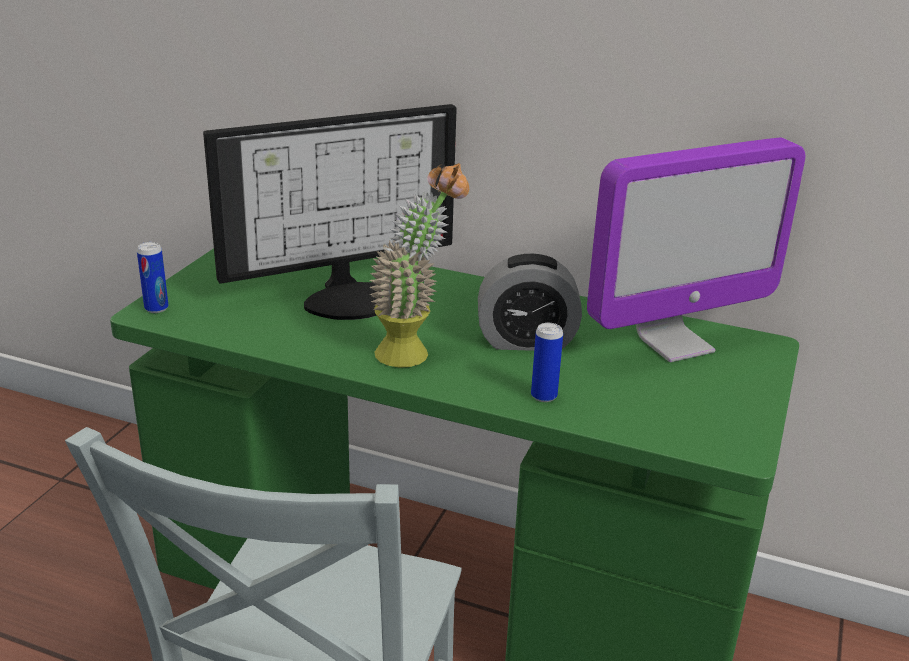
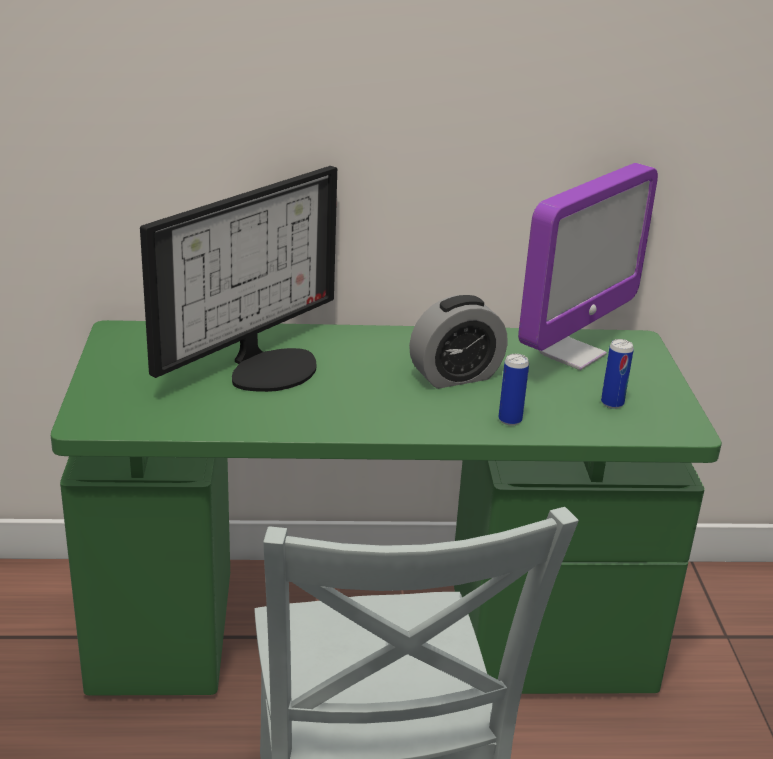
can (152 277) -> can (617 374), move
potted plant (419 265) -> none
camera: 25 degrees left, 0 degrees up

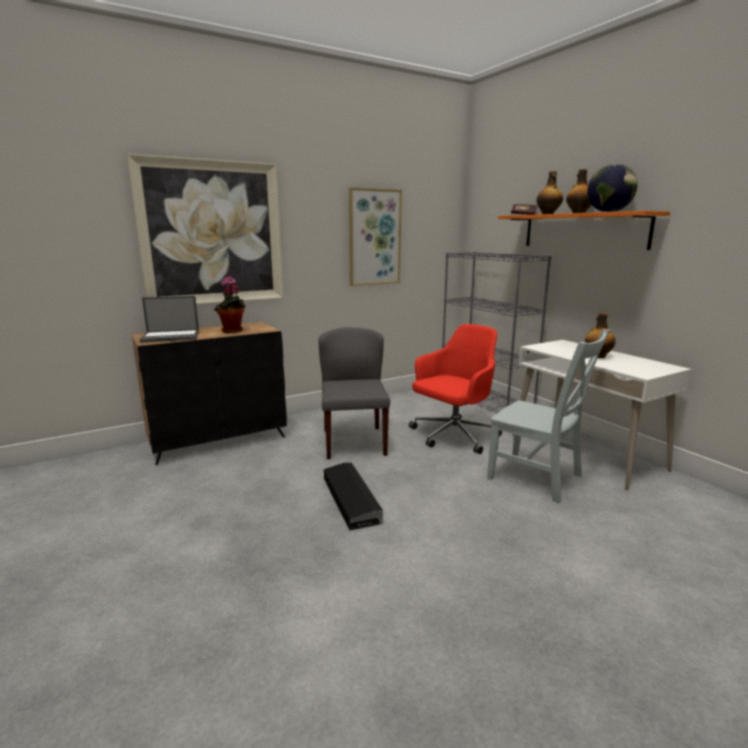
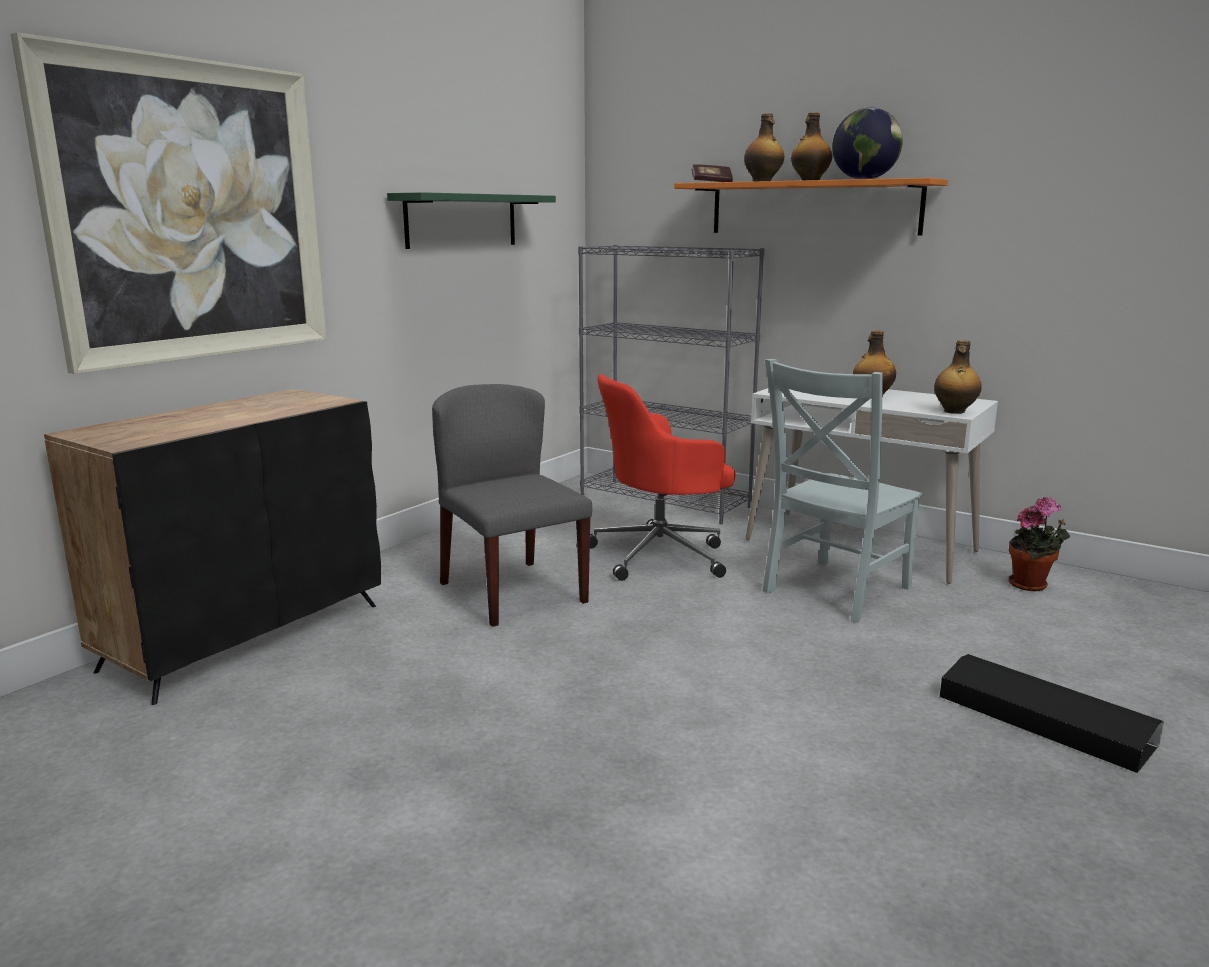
laptop (169 319) -> none
potted plant (230 304) -> potted plant (1039 544), move
black storage box (353 496) -> black storage box (1052 713), move
picture (375 236) -> green shelf (471 220)
red office chair (455 389) -> red office chair (662 477), 135 degrees counterclockwise
grey chair (548 416) -> grey chair (843 491), 120 degrees clockwise
none -> bottle (958 377)
camera: 25 degrees left, 0 degrees up

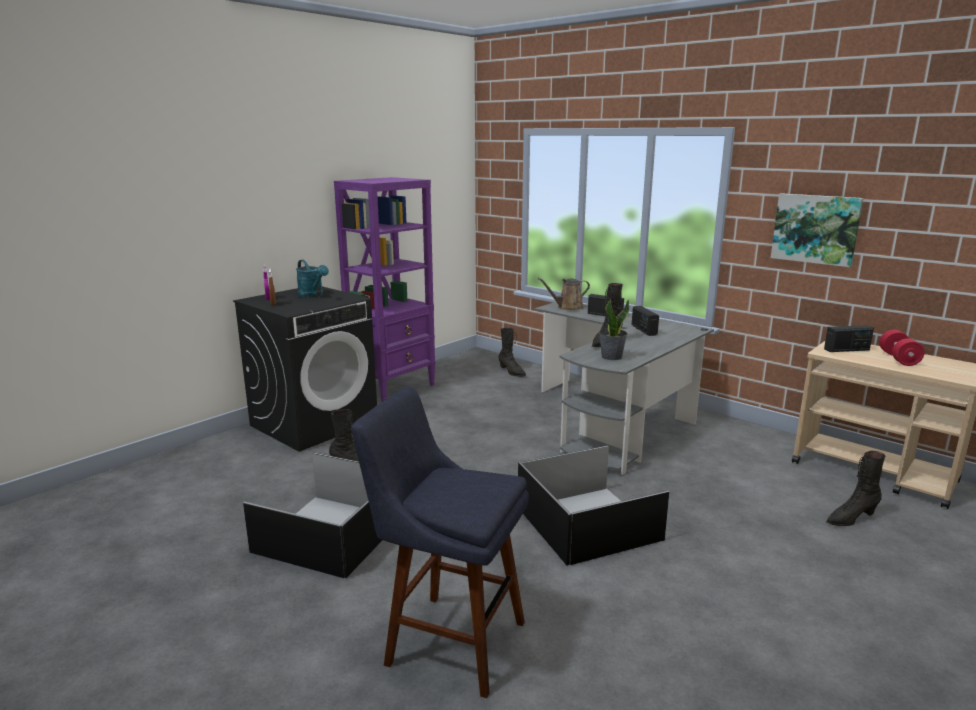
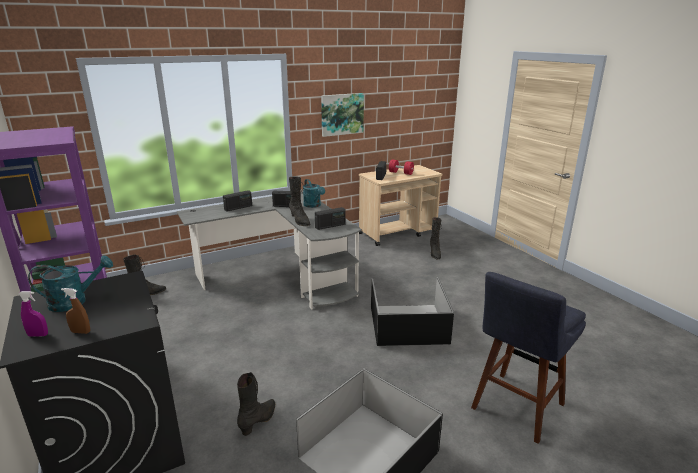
brown watering can (564 294) -> none
potted plant (614 329) -> radio (330 218)
none -> turquoise watering can (314 193)
camera: 70 degrees left, 5 degrees up

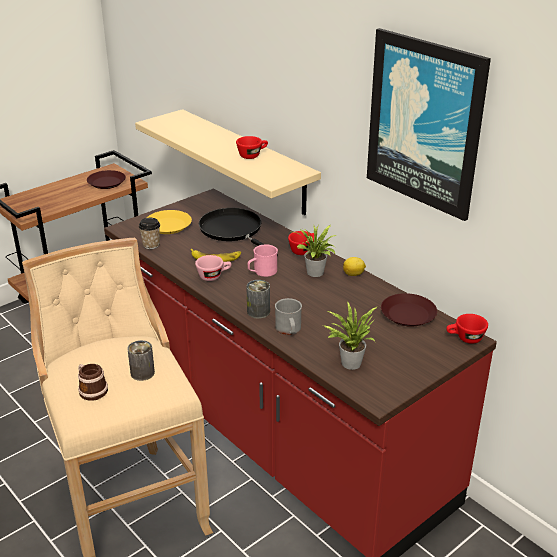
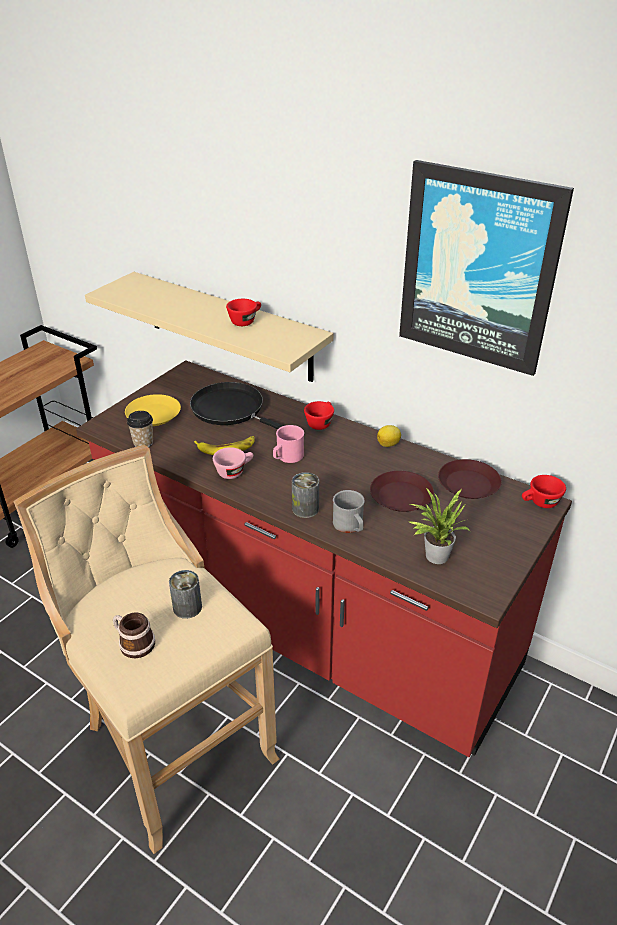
brown plate (106 179) -> brown plate (402 491), move
potted plant (315 251) -> none
camera: 15 degrees left, 5 degrees up

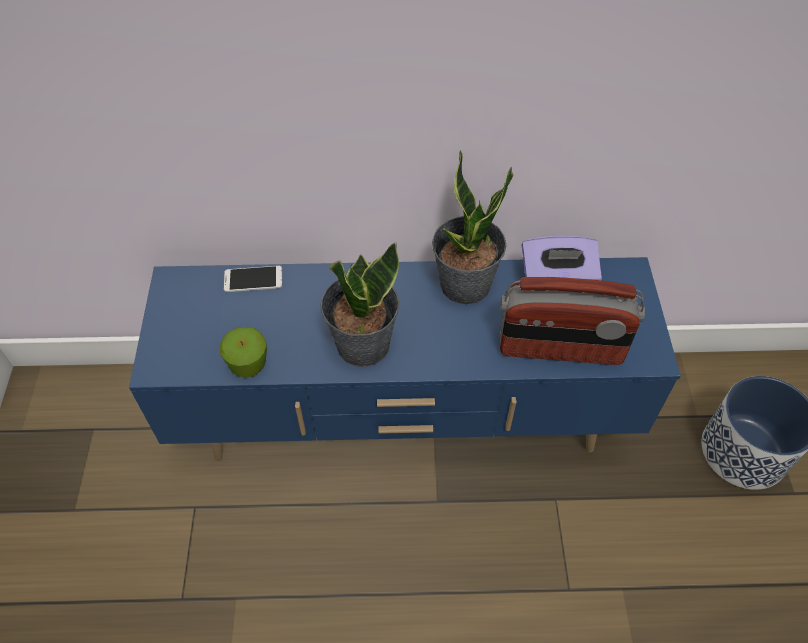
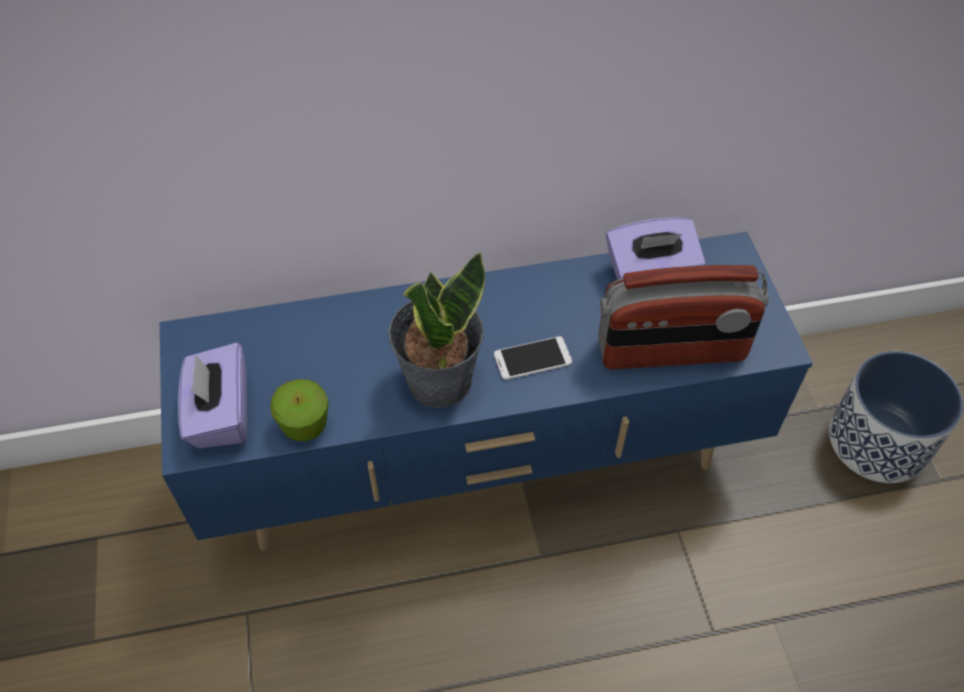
phone (253 279) -> phone (533 358), move
potted plant (473 227) -> none
none -> purple tissue box (212 395)
camera: 10 degrees left, 0 degrees up

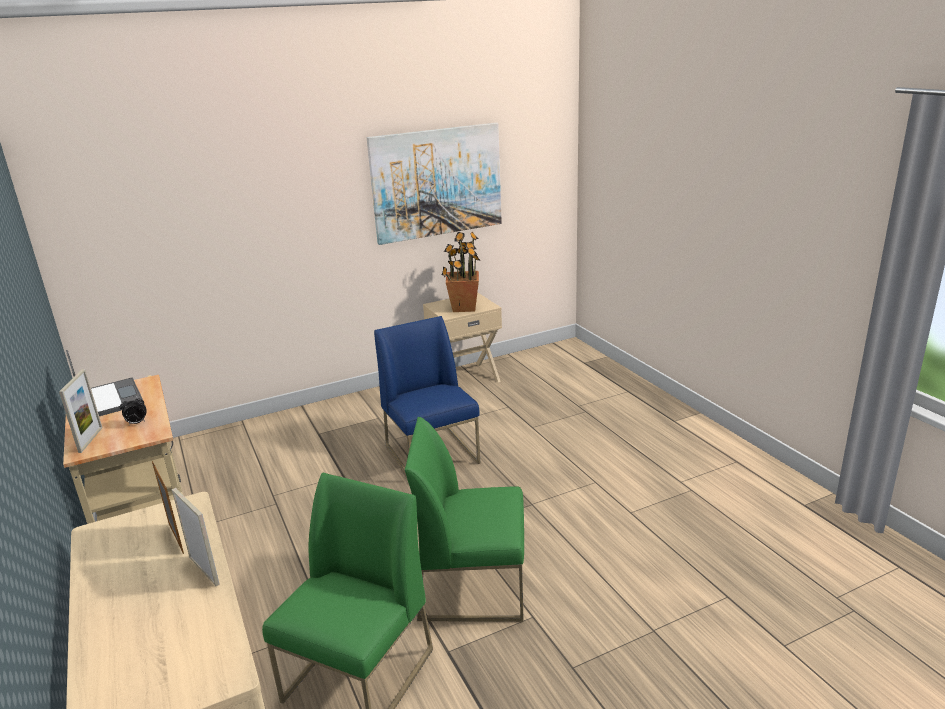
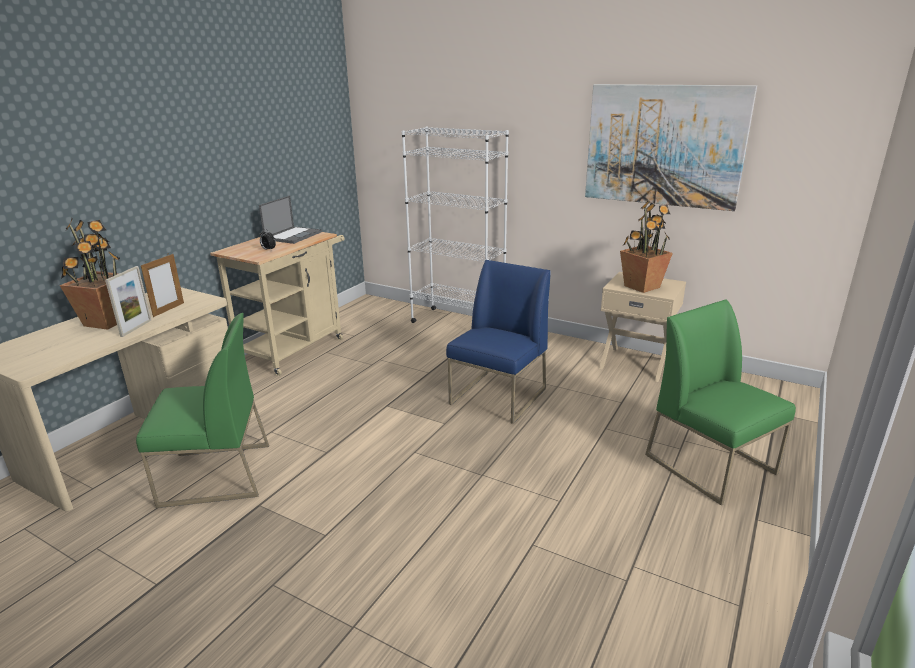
picture frame (81 411) -> none
green chair (464 519) -> green chair (720 402), move
none -> potted plant (90 274)
none -> white bookcase (455 224)
camera: 55 degrees right, 0 degrees up

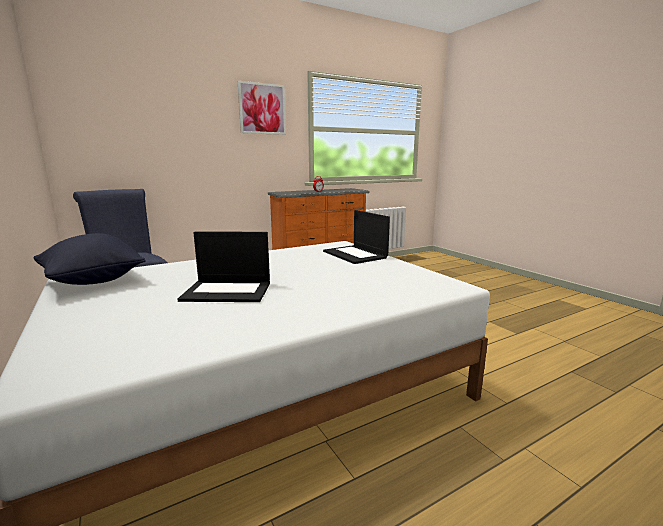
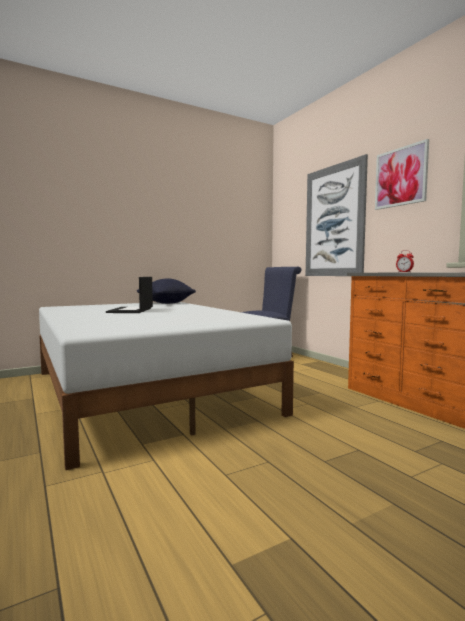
laptop (356 237) -> none
none -> picture (337 215)
camera: 90 degrees right, 10 degrees down

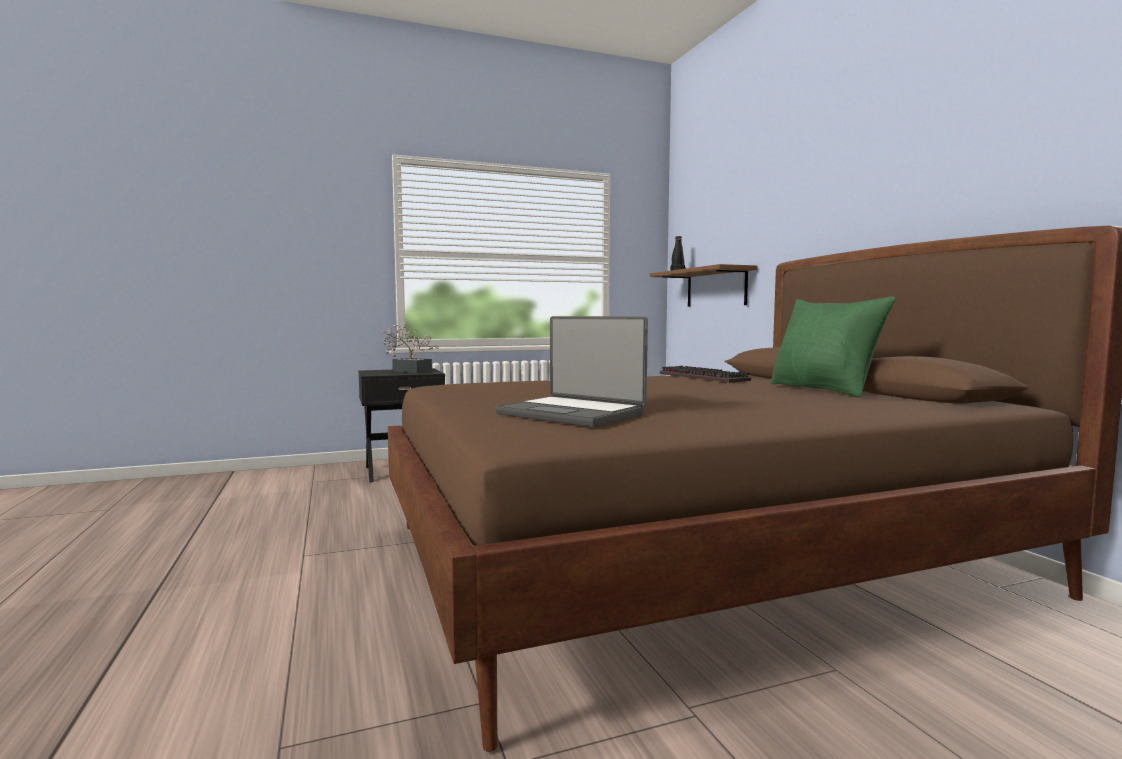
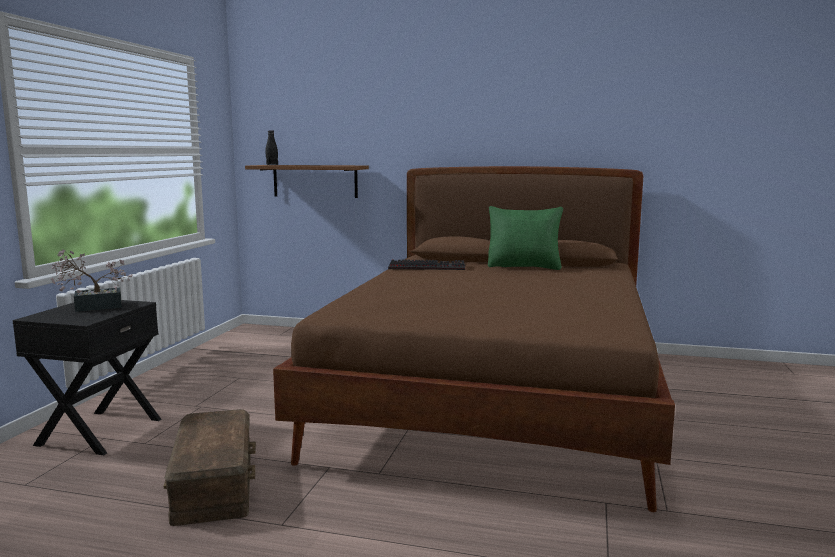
laptop (571 371) -> none
none -> brown storage box (210 467)
camera: 55 degrees left, 5 degrees up

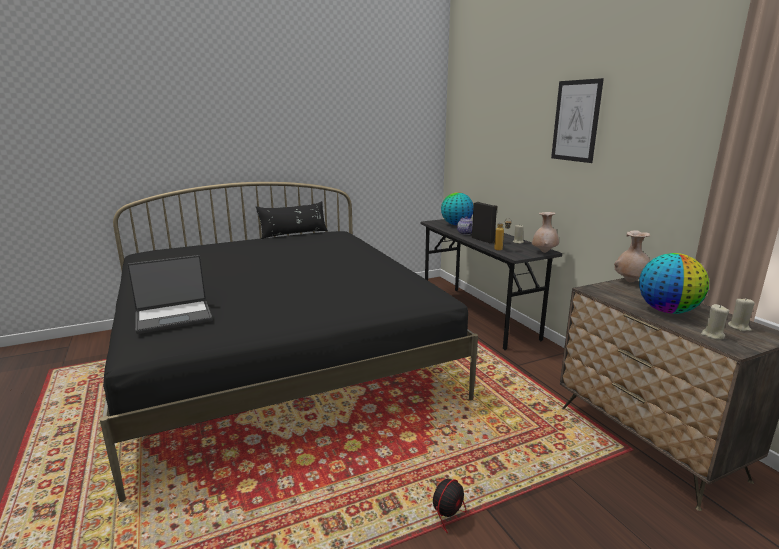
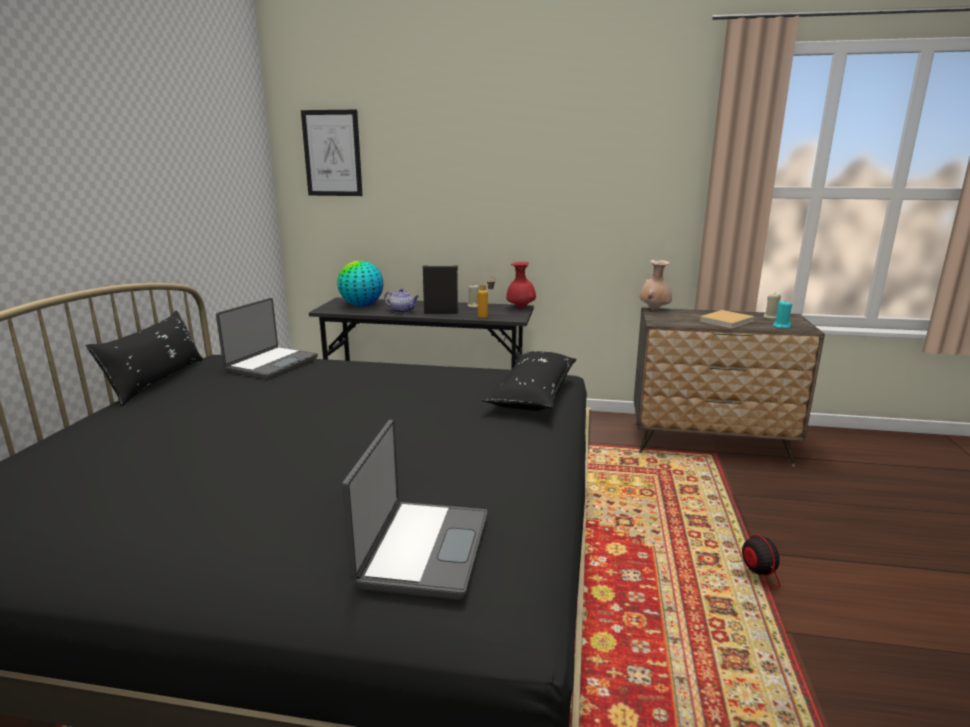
beige vase (545 232) -> red vase (521 285)
picture (577 120) -> picture (332 153), move
globe (674 283) -> beige book (726 319)
beige candle (715 322) -> turquoise candle (782 314)
none -> laptop (267 338)
none -> black pillow (529 381)
camera: 55 degrees left, 0 degrees up

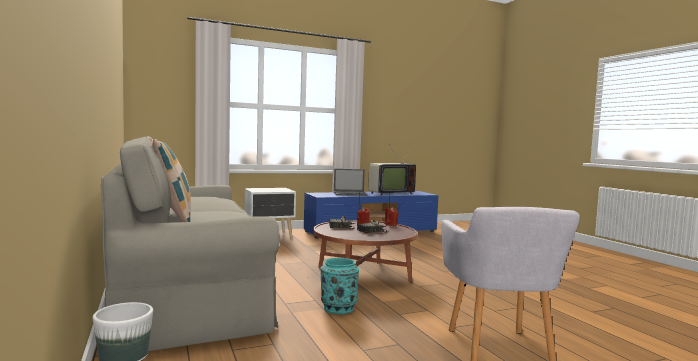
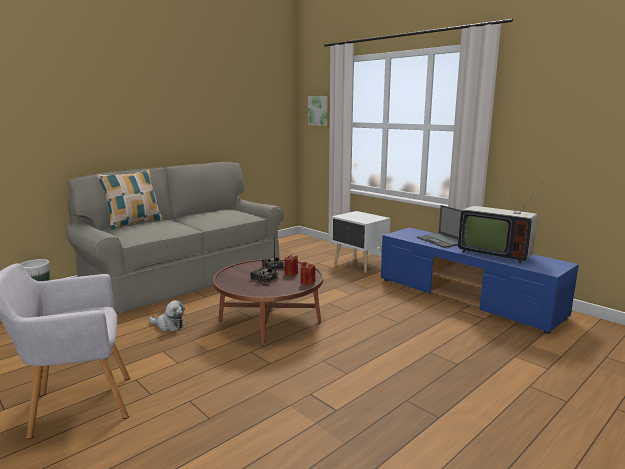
turquoise vase (340 286) -> plush toy (167 316)
none -> picture (318 110)
camera: 70 degrees right, 10 degrees up

